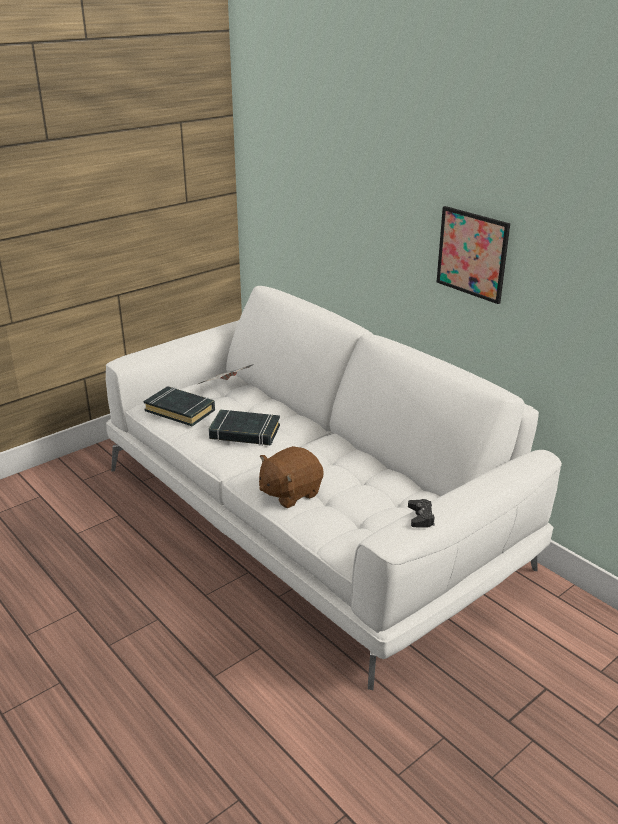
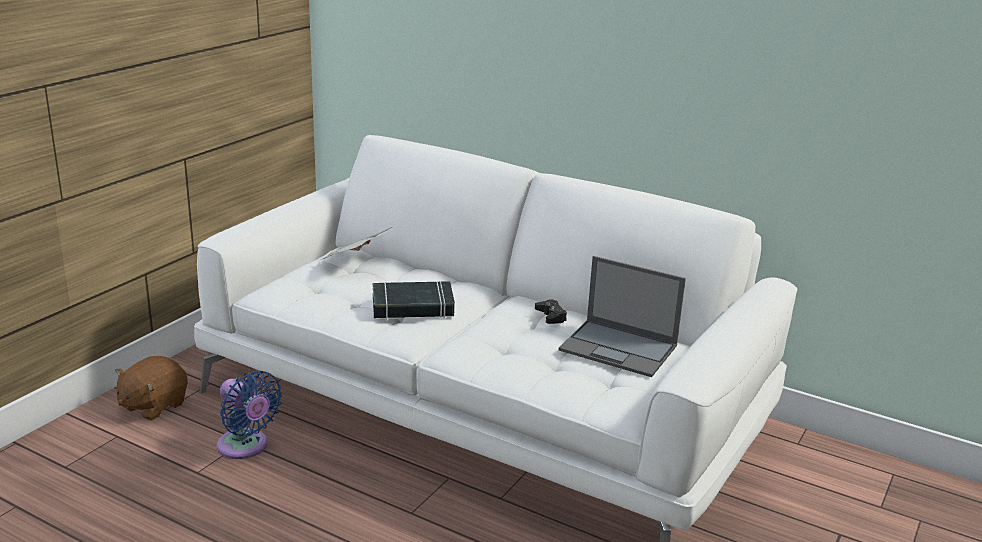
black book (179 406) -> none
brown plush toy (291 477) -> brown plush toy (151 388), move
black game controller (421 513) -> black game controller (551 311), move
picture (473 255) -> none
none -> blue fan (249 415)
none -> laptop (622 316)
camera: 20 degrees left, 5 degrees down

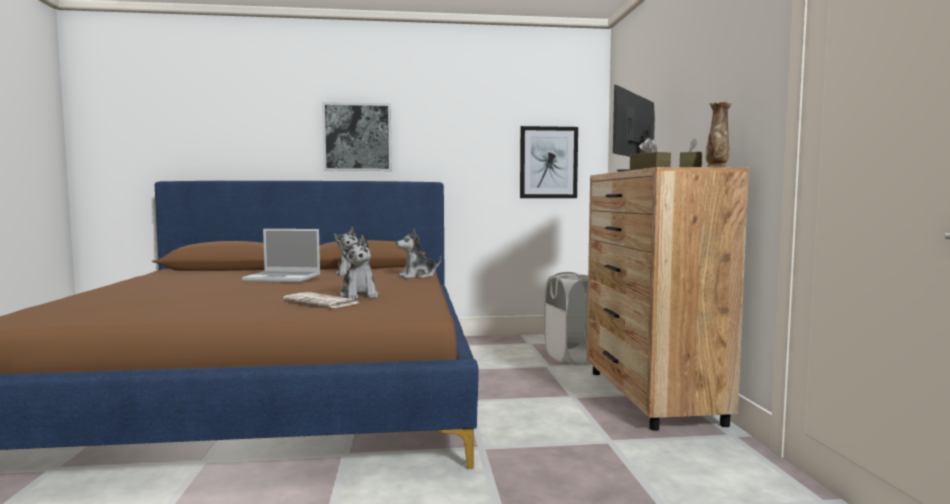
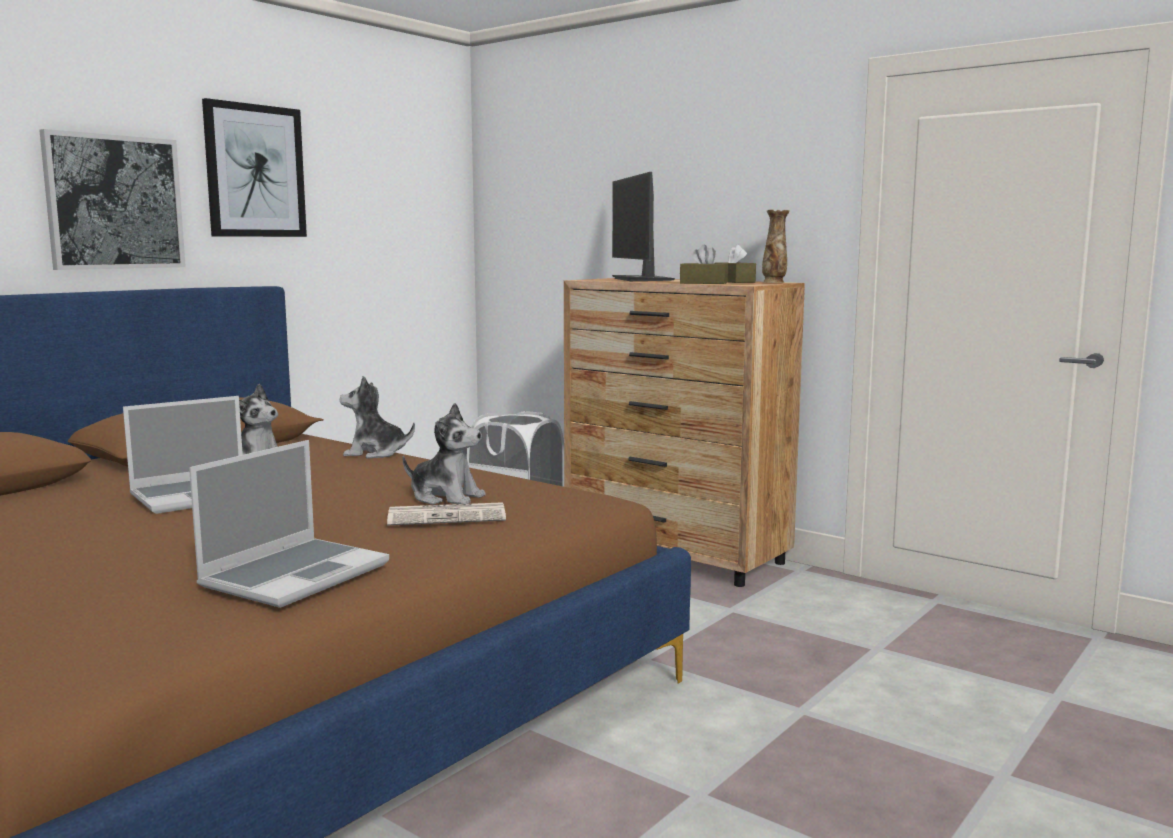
plush toy (418 253) -> plush toy (377 417), 75 degrees clockwise
picture (549 162) -> picture (254 167), move
none -> laptop (289 524)
camera: 45 degrees left, 5 degrees up

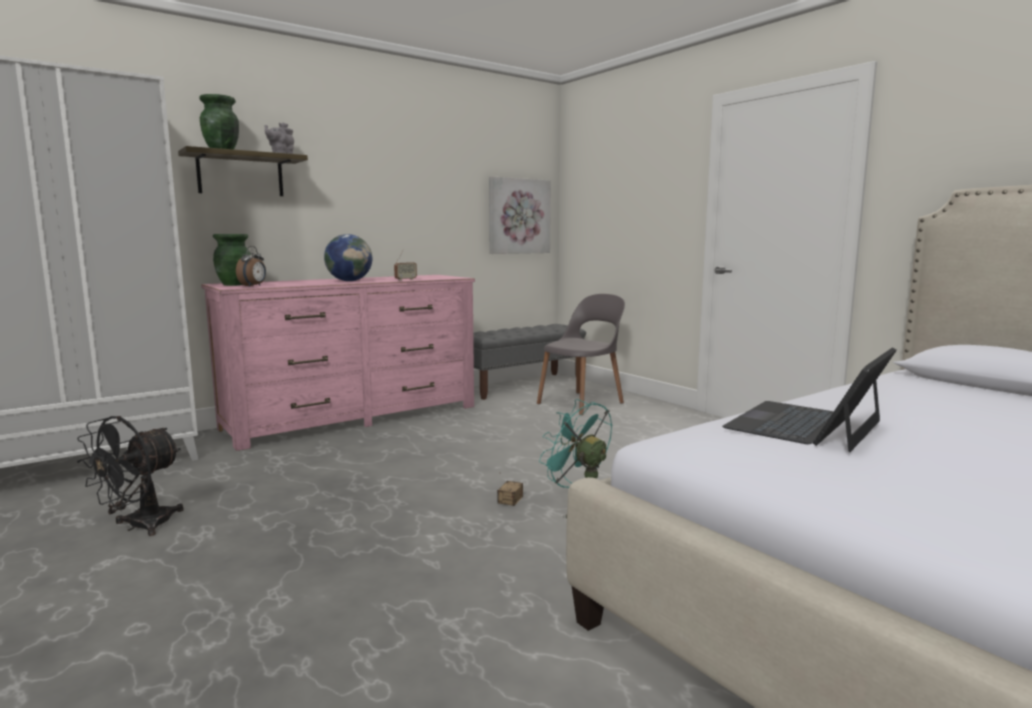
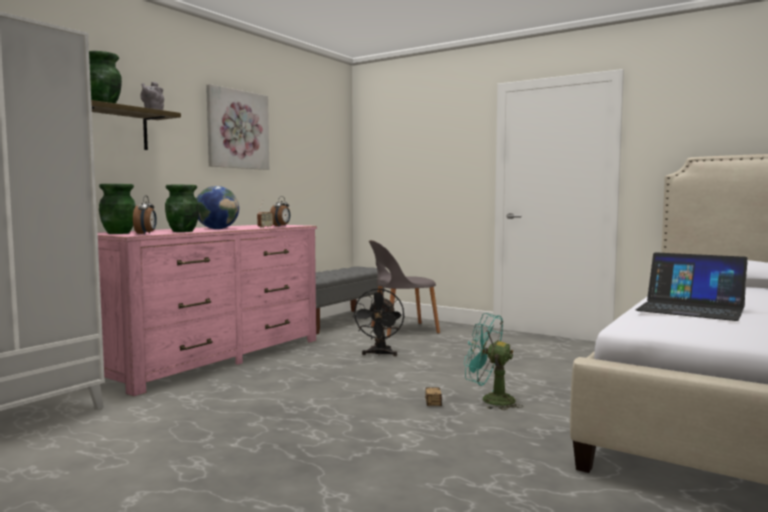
black fan (130 476) -> black fan (378 322), move
picture (520 215) -> picture (237 127), move
grey chair (581 354) -> grey chair (404 289), 135 degrees counterclockwise
laptop (809 400) -> laptop (692 286), 75 degrees counterclockwise
none -> green vase (182 208)
none -> alarm clock (280 211)
camera: 20 degrees left, 5 degrees down

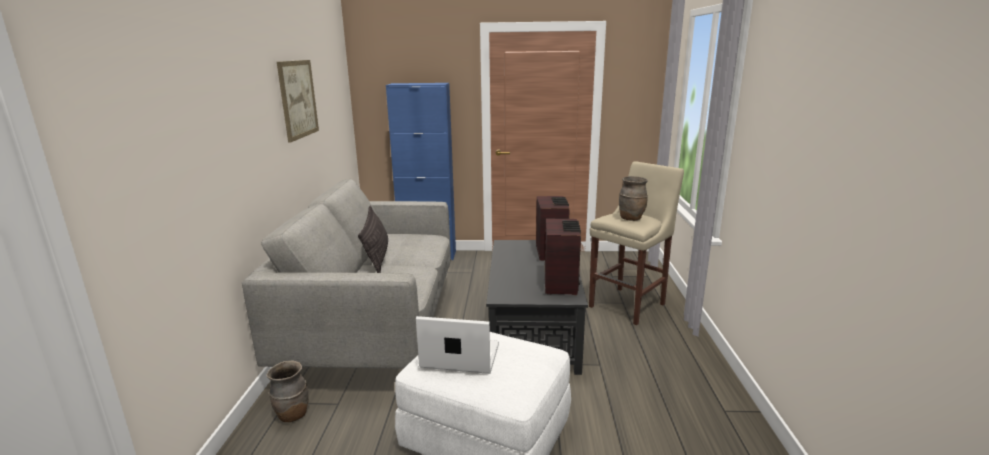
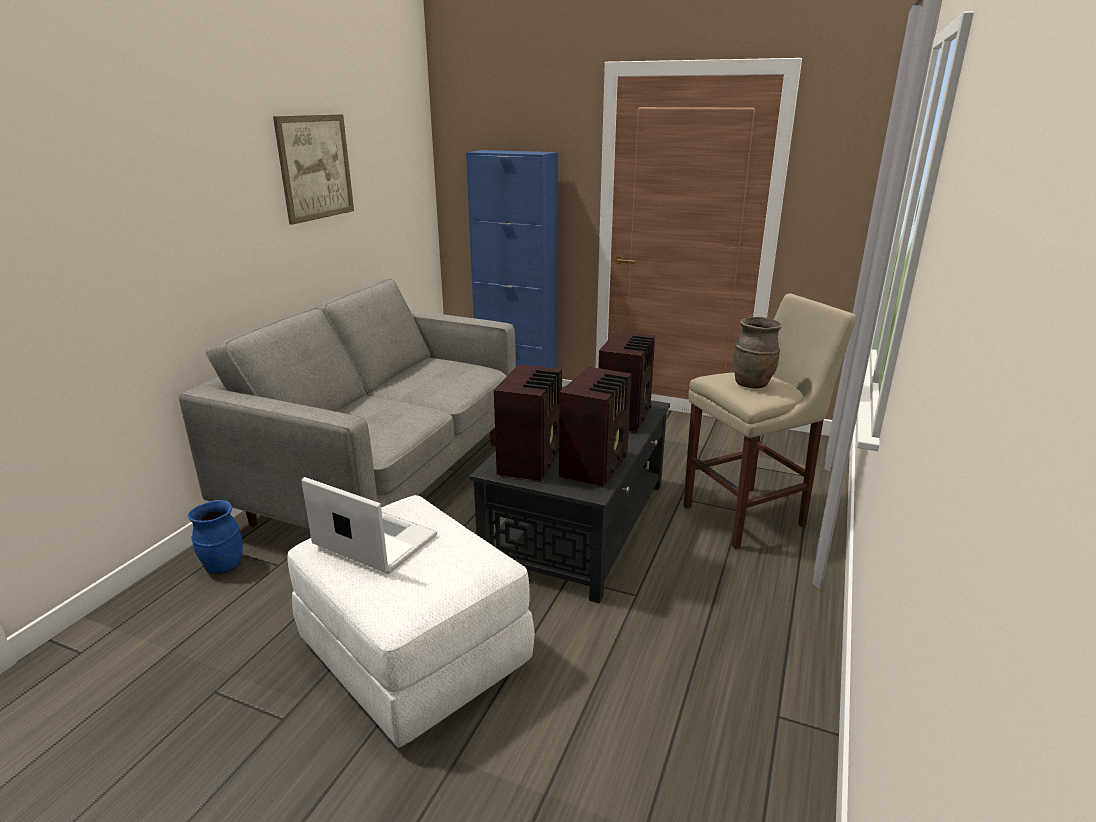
brown vase (287 391) -> blue vase (215 537)
pillow (373 239) -> none
none -> radio (528 423)
camera: 20 degrees right, 5 degrees up

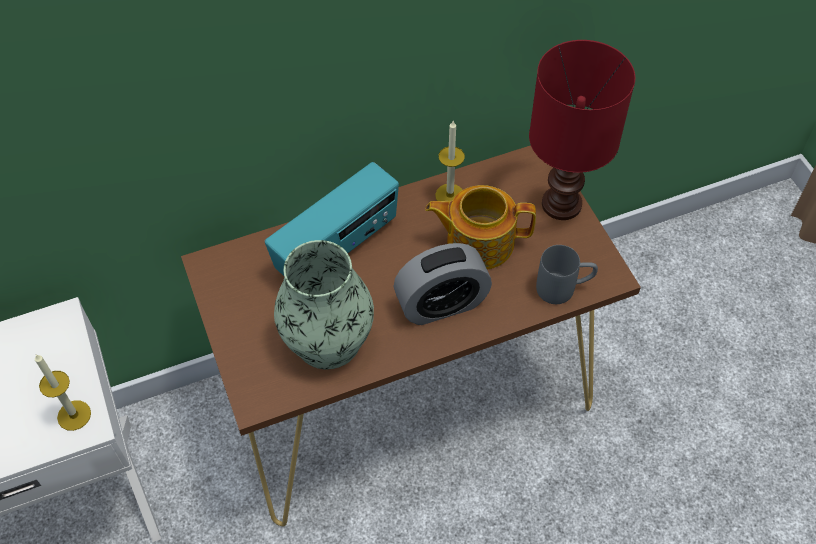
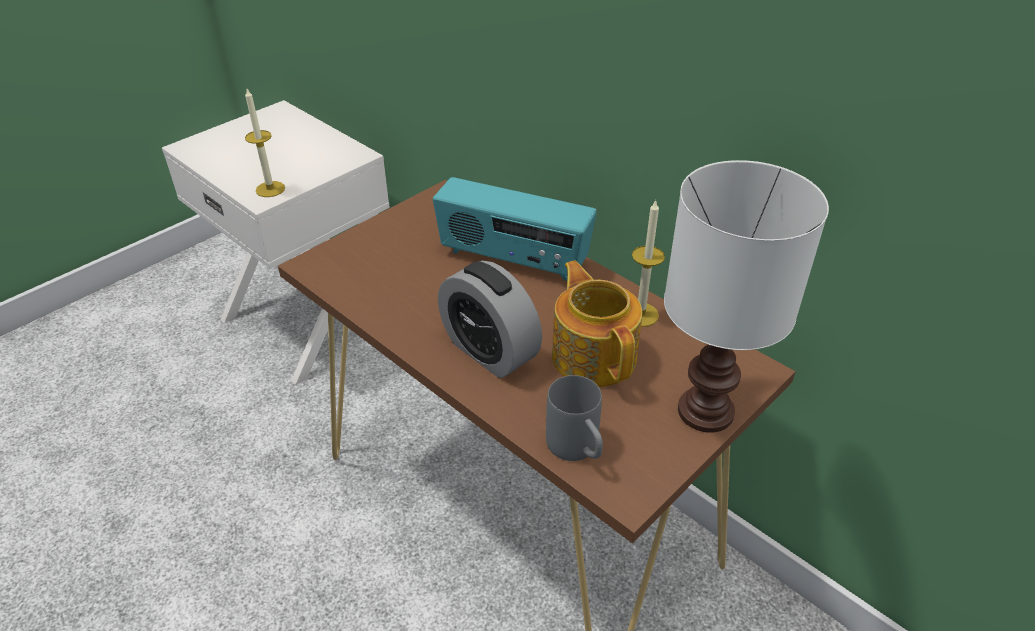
vase (324 304) -> none
red table lamp (582 130) -> white table lamp (746 296)
camera: 65 degrees right, 15 degrees down

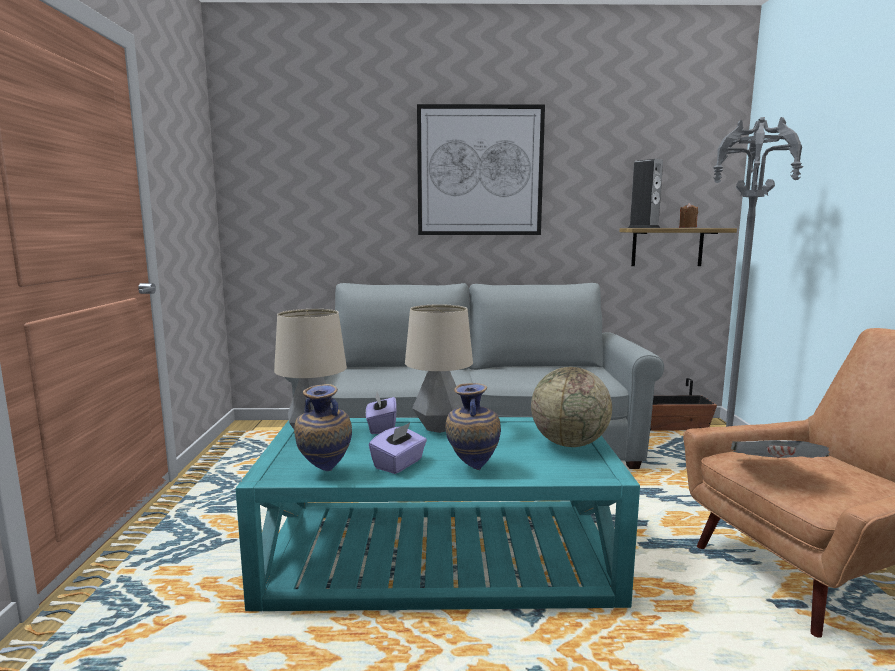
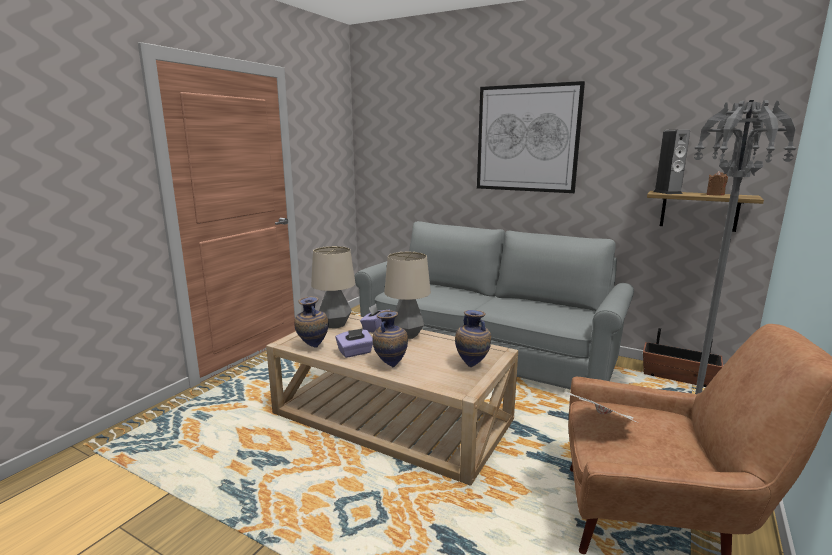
turquoise coffee table (438 514) -> beige coffee table (392 400)
globe (571 407) -> vase (473 338)
camera: 30 degrees right, 5 degrees up

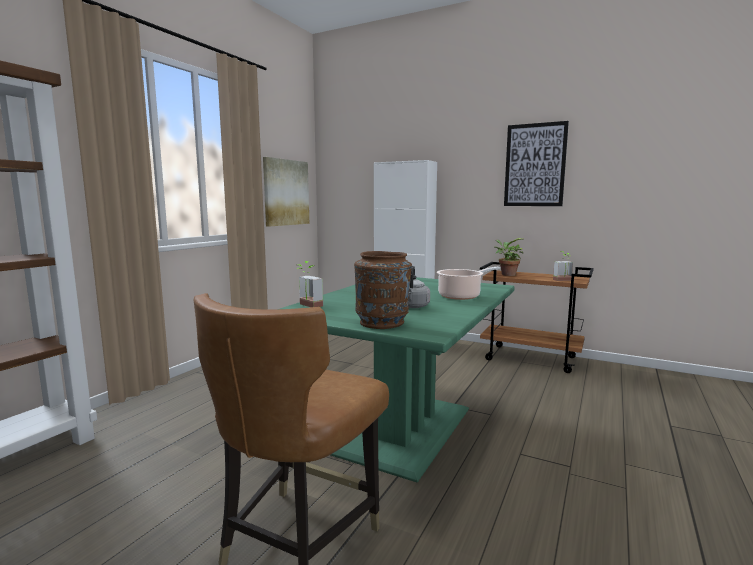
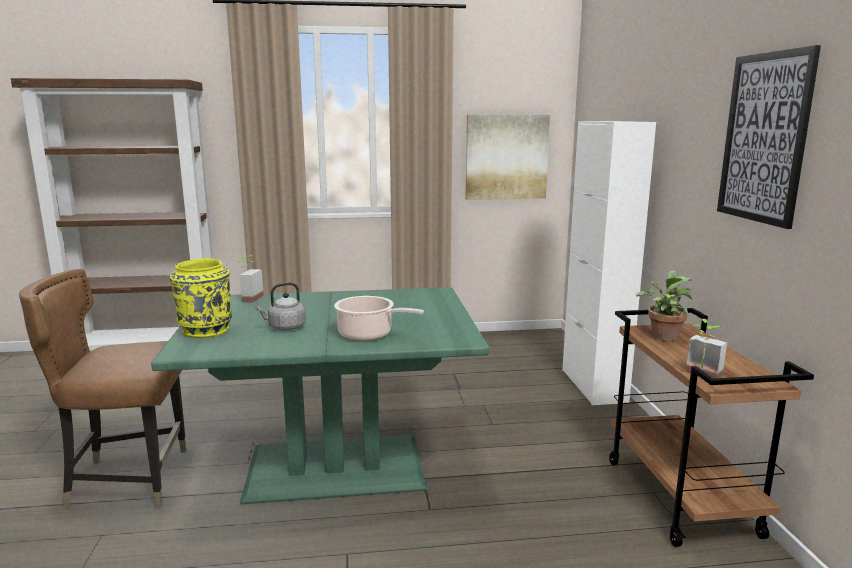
brown vase (383 290) -> yellow vase (201 298)
camera: 55 degrees right, 5 degrees up

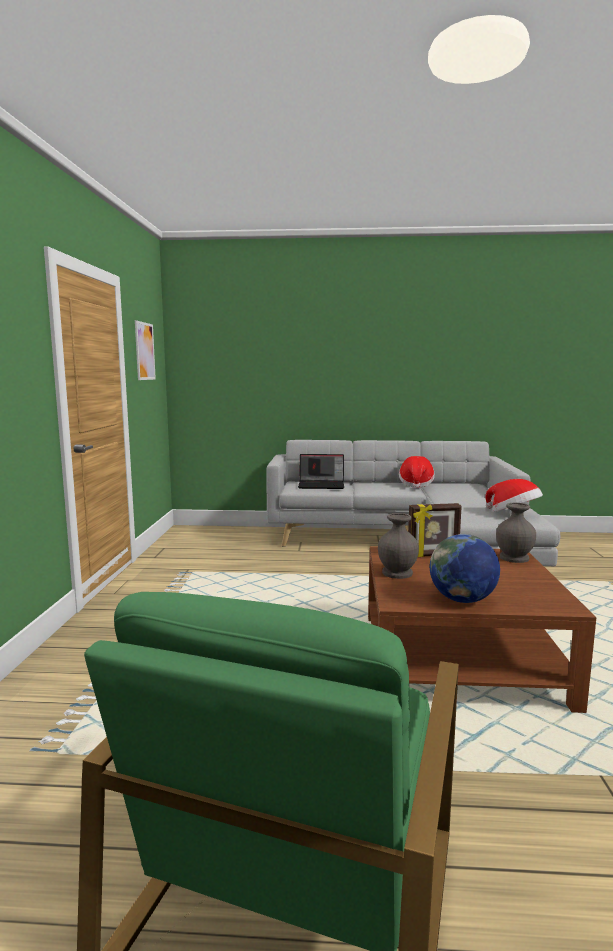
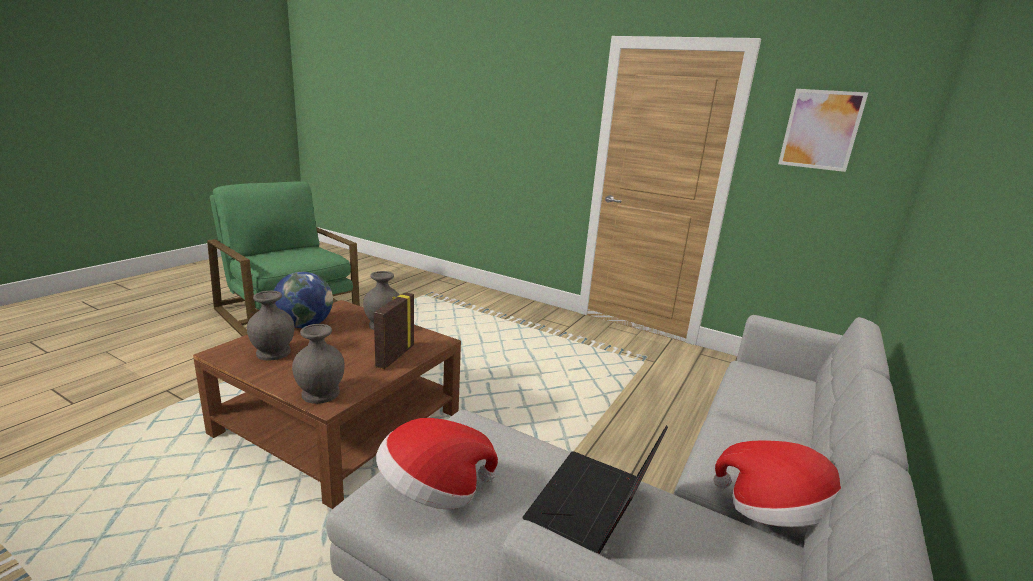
laptop (321 471) -> laptop (595 489), move
none -> grey vase (270 325)
camera: 115 degrees right, 10 degrees up

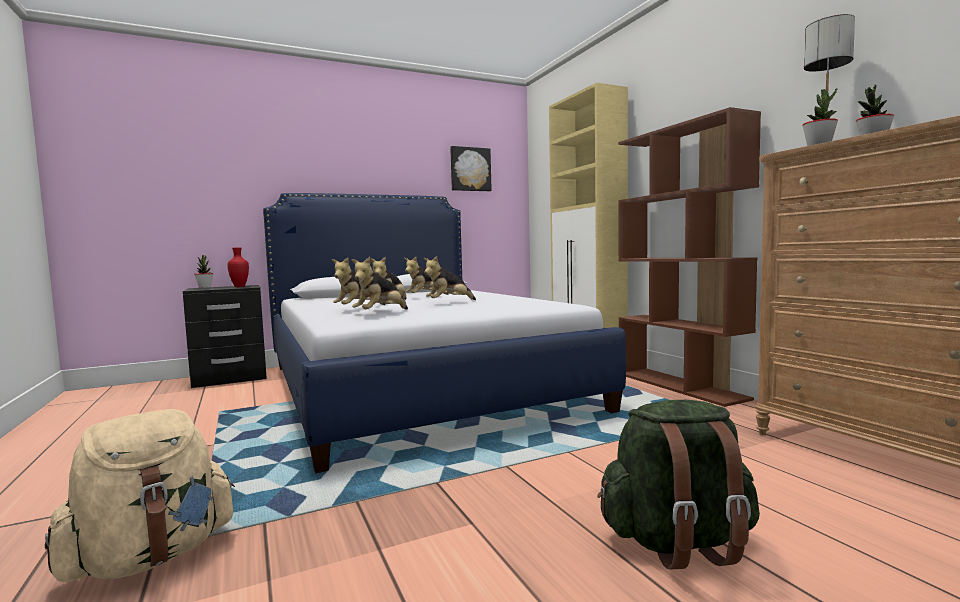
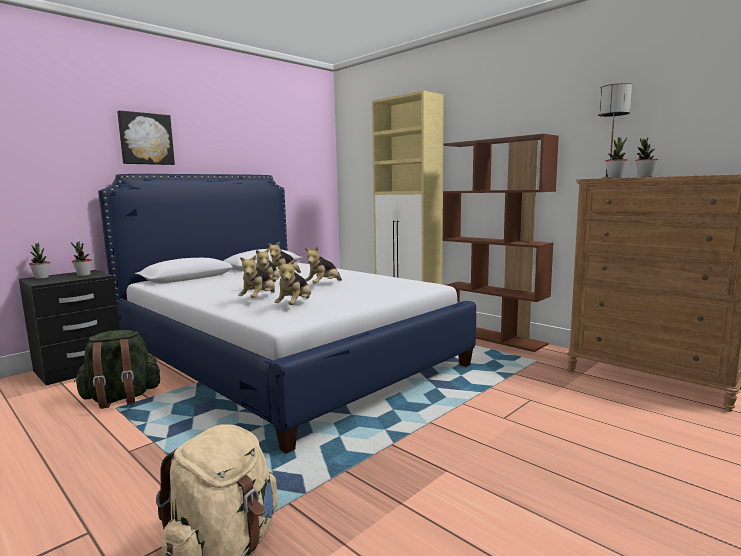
red vase (238 267) -> potted plant (81 258)
picture (471 168) -> picture (146 137), move
green backpack (678 485) -> green backpack (117 369), move
camera: 20 degrees left, 5 degrees up

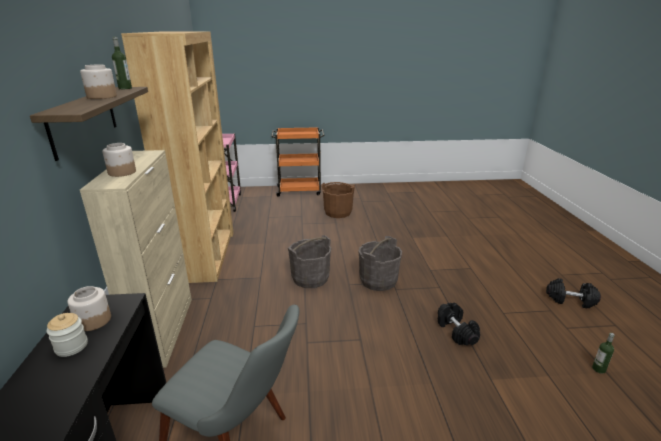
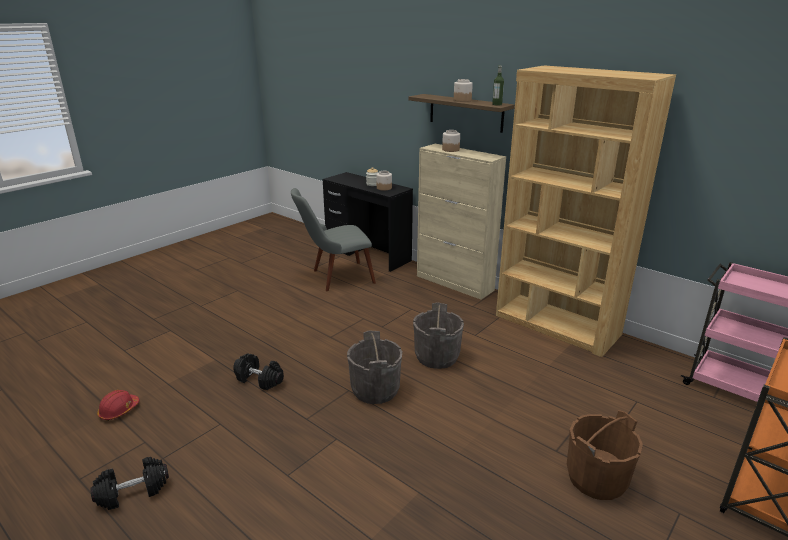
bottle (603 353) -> red hard hat (118 405)
camera: 135 degrees right, 0 degrees up

